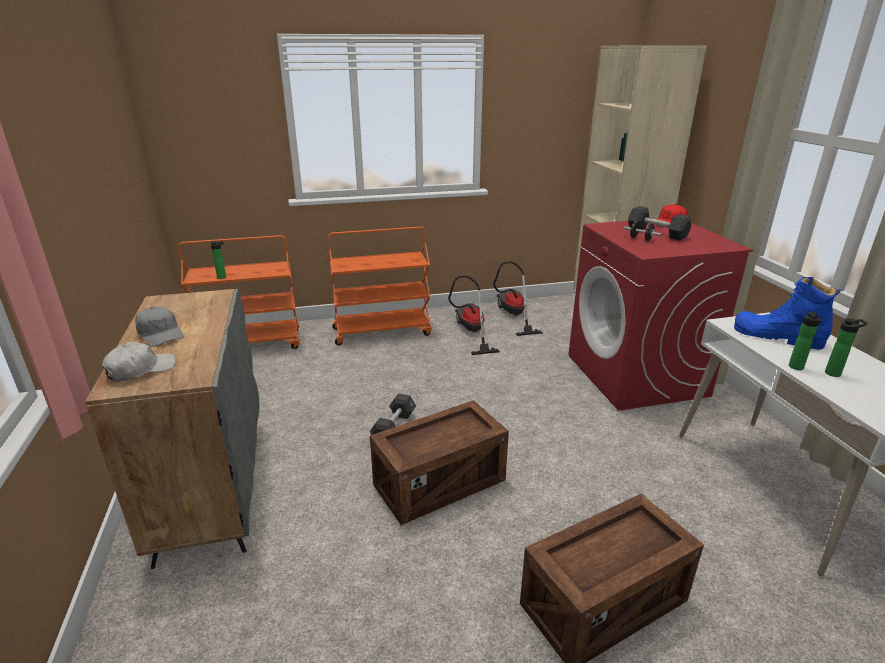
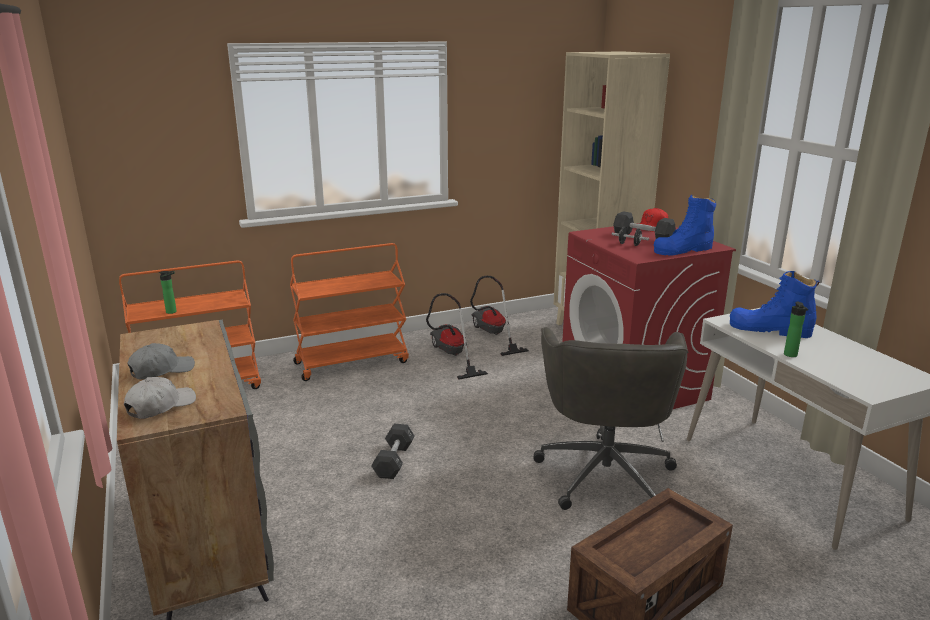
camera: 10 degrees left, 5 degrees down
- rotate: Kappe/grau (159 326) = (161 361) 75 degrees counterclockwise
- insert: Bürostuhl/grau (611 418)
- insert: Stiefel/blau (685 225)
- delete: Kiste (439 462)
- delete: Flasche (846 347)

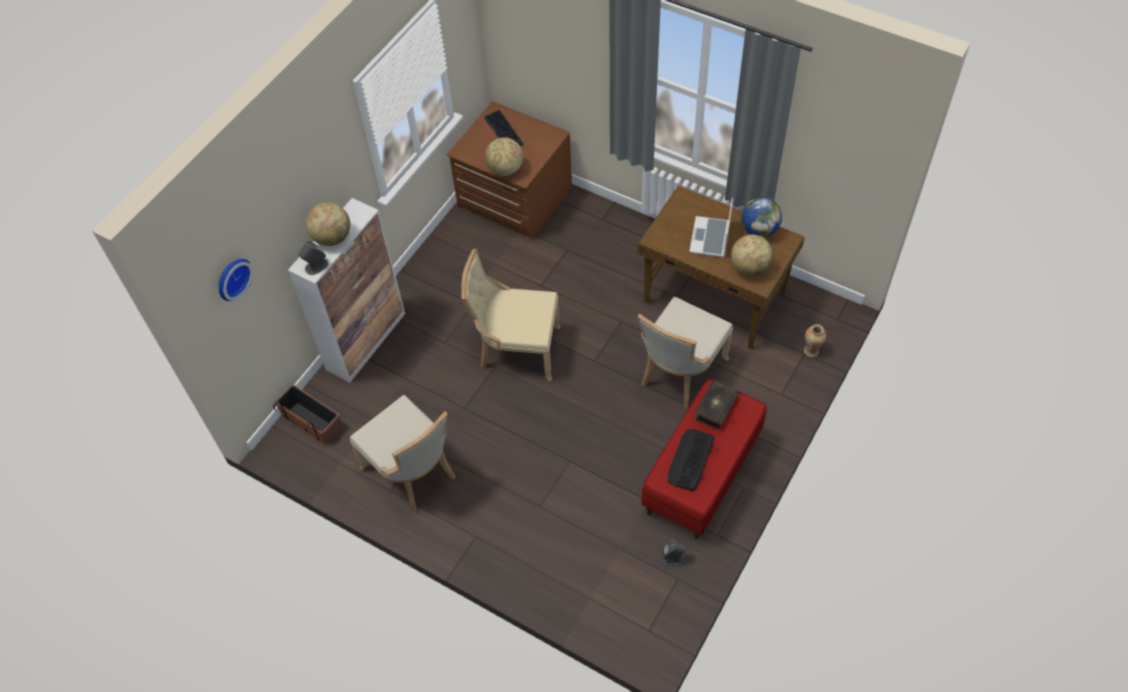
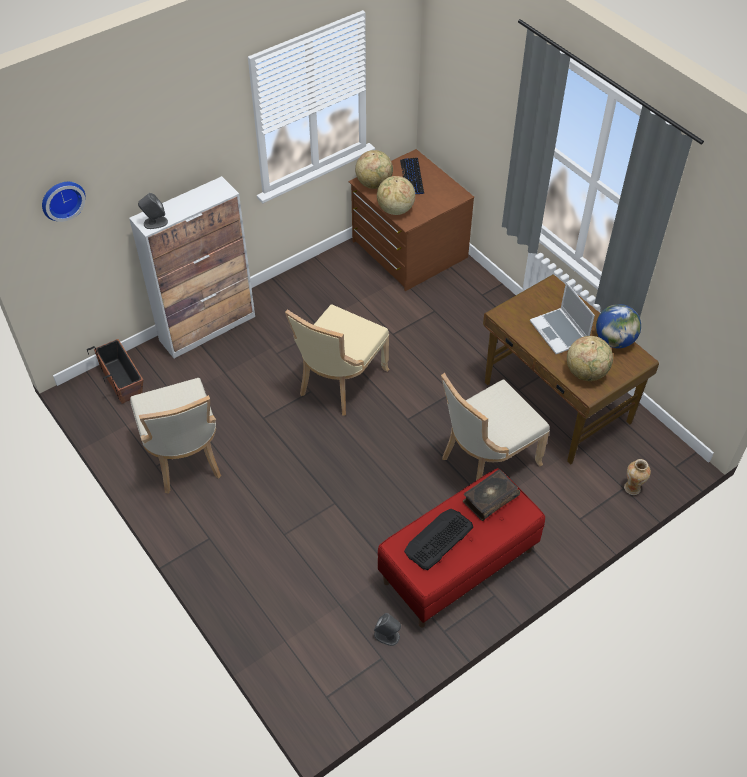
camera: 20 degrees right, 5 degrees down
- rotate: Stuhl/beige (510 315) = (337 360) 90 degrees counterclockwise
- move: Globus (328 224) to (374 169)
- rotate: Laptop (711 227) = (562 318) 60 degrees counterclockwise

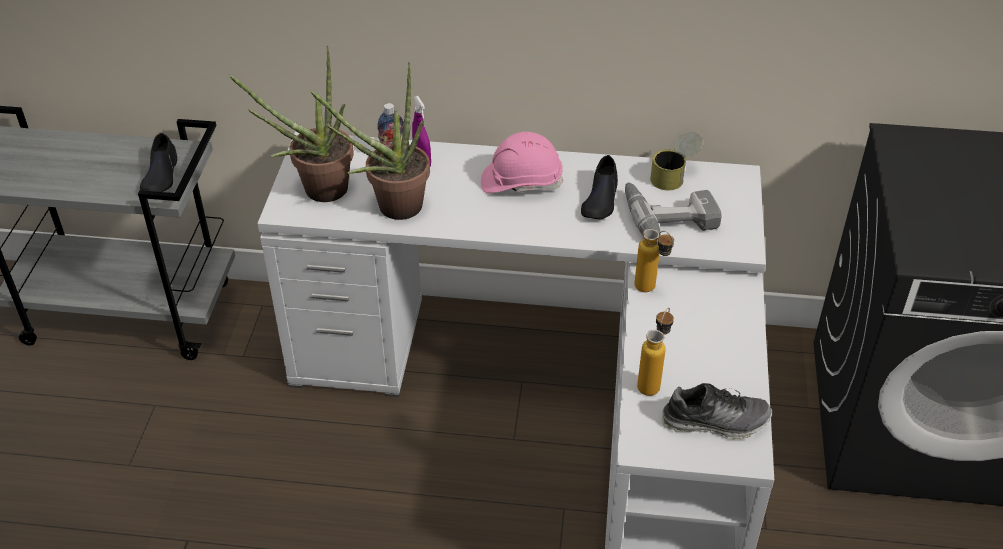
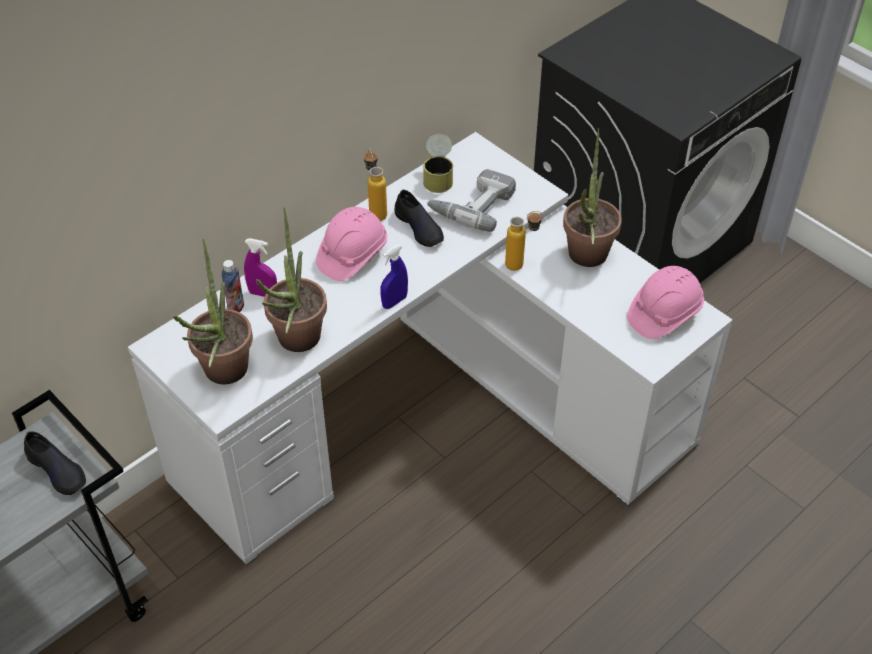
camera: 50 degrees left, 5 degrees up
- move: Flasche (655 352) to (375 184)
- insert: Sprühflasche/blau (394 277)
- insert: Topfpflanze (592 197)
- replace: Schuh (717 411) to Schutzhelm/rosa (665 302)

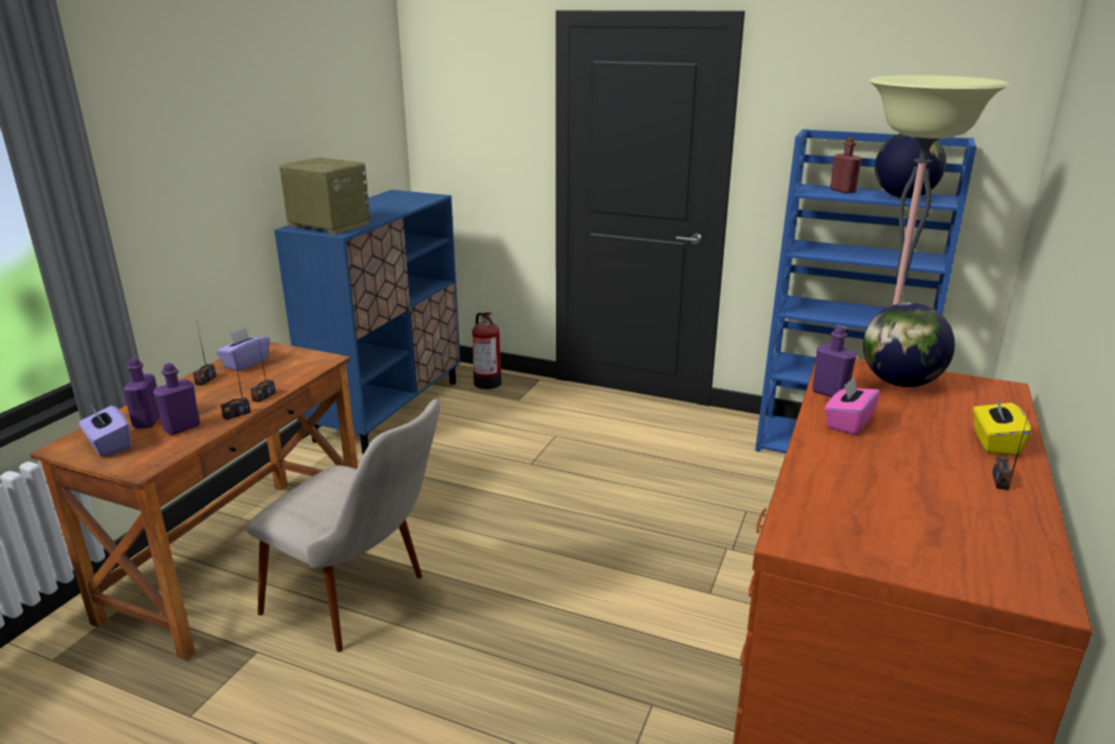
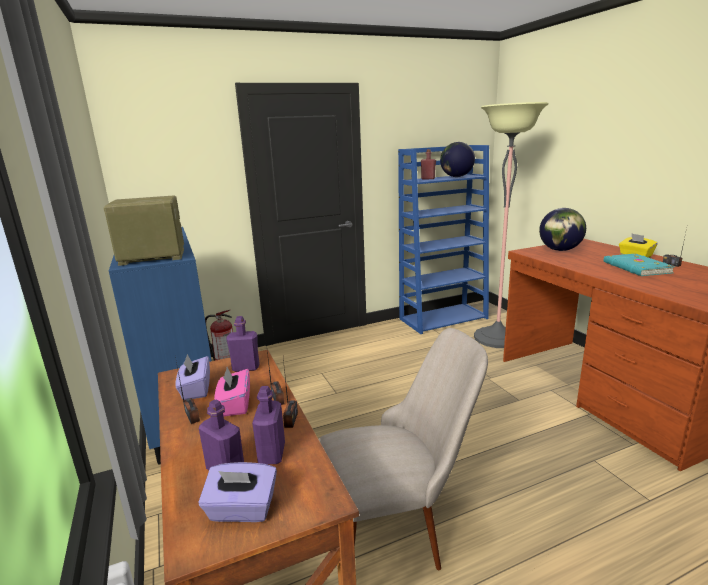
camera: 45 degrees left, 5 degrees down
- move: Taschentuchbox/rosa (852 405) to (232 391)
- move: Flasche/lila (834 361) to (243 344)
- insert: Buch/türkis (639 264)

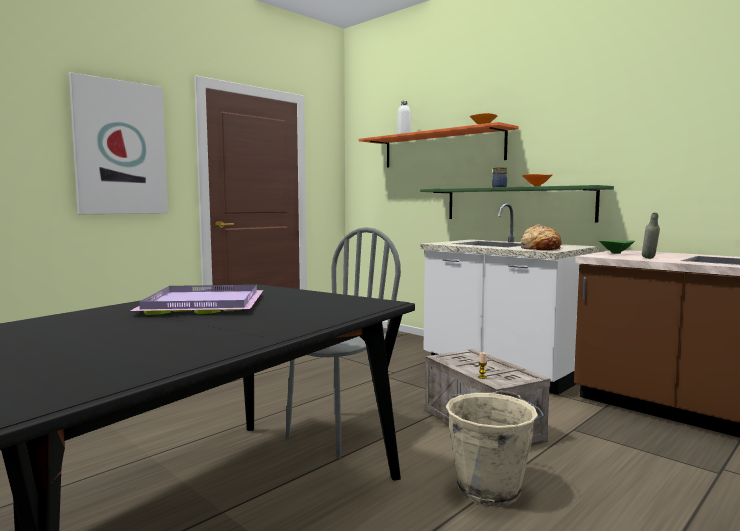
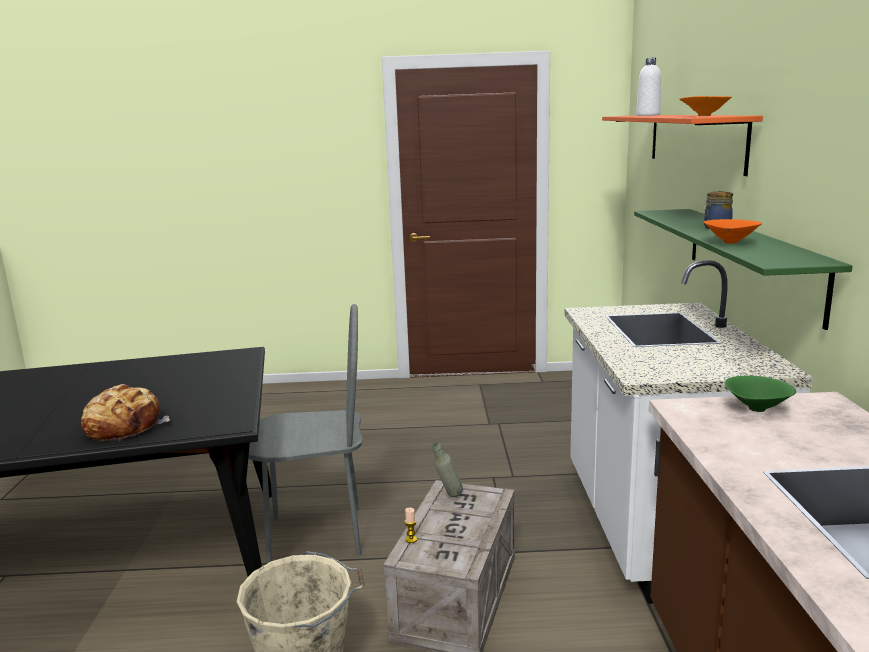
camera: 45 degrees right, 10 degrees up
- move: Brot (541 237) to (126 412)
- move: Flasche/grau (651 236) to (447 469)
- delete: Bild (118 143)
- delete: Tablett/lila (197 300)

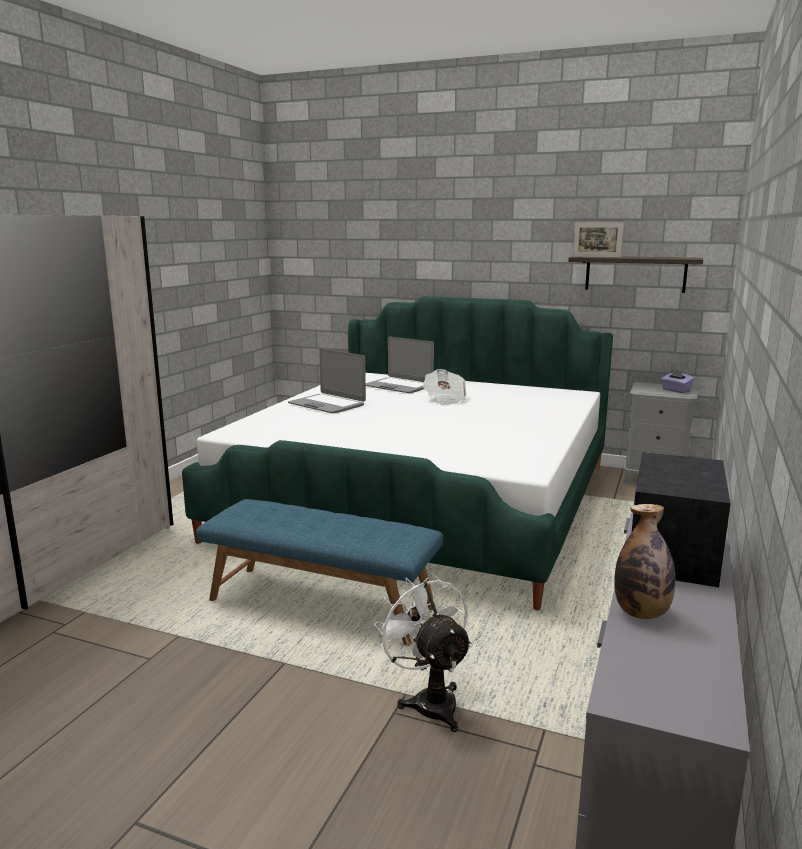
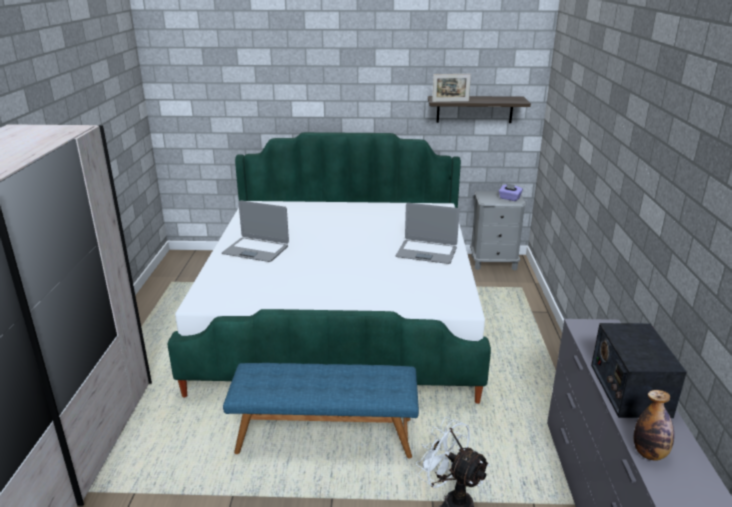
camera: 20 degrees left, 10 degrees up
- move: Laptop (400 365) to (428 233)
- delete: Zeitung (445 387)

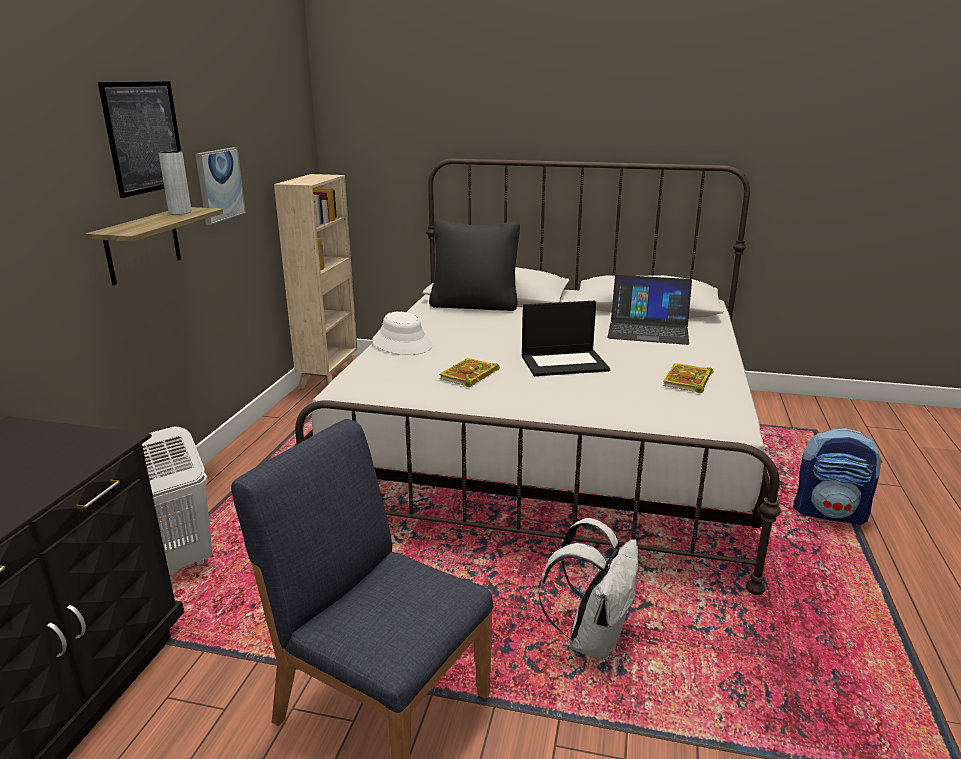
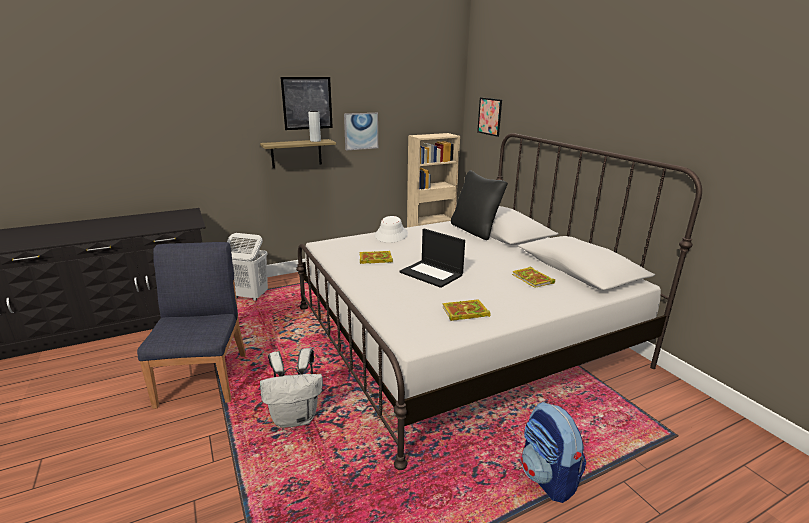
camera: 50 degrees right, 0 degrees up
- insert: Bild (489 117)
- replace: Laptop (649 310) to Buch (533 277)

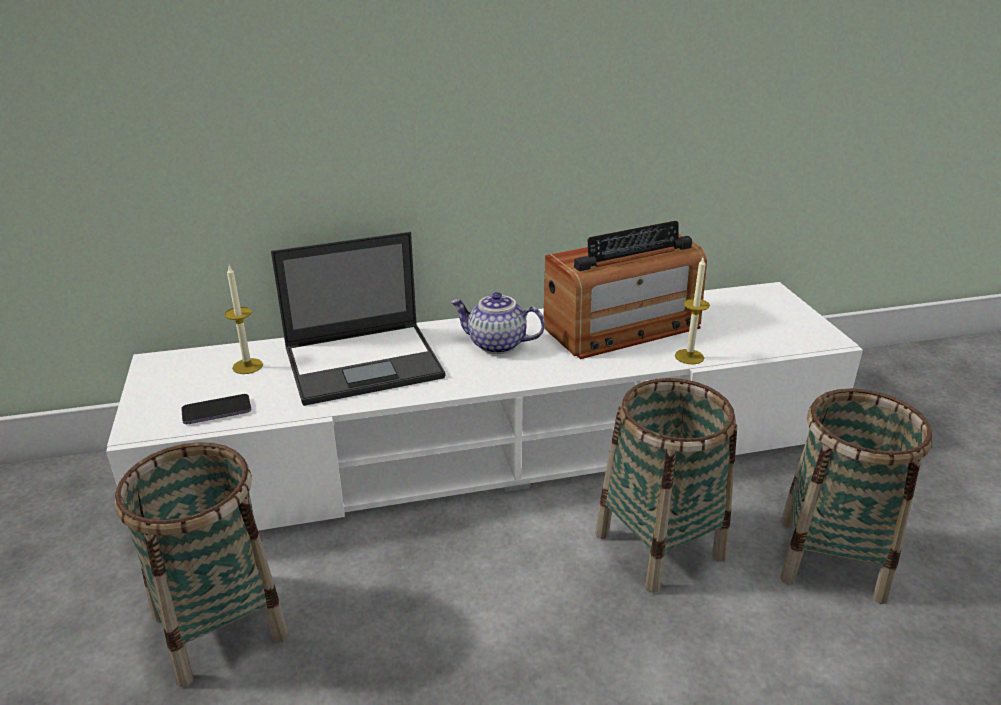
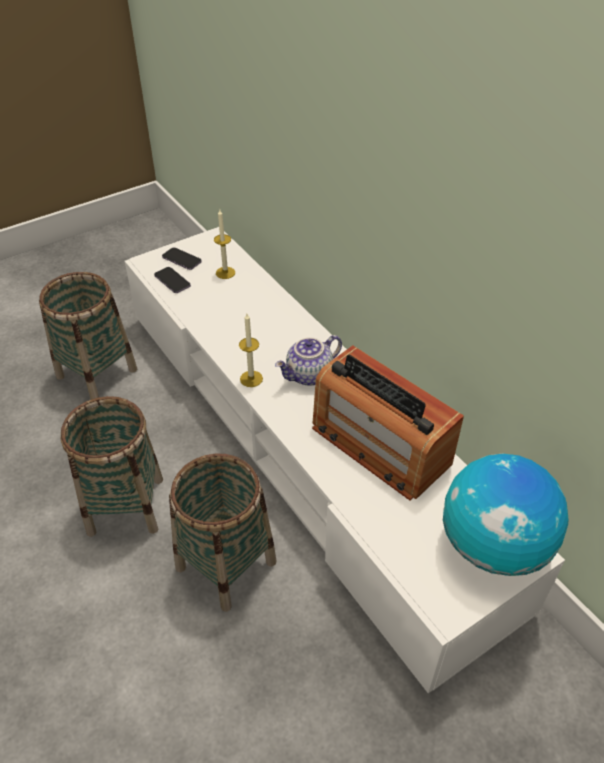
camera: 70 degrees right, 15 degrees up
- move: Korb (856 496) to (112 466)
- insert: Handy (182 258)
- move: Kerze (692 311) to (251 350)
- rotate: Teekanne (497 323) = (308 360) 120 degrees counterclockwise
- insert: Globus (505 515)
- delete: Laptop (358 319)

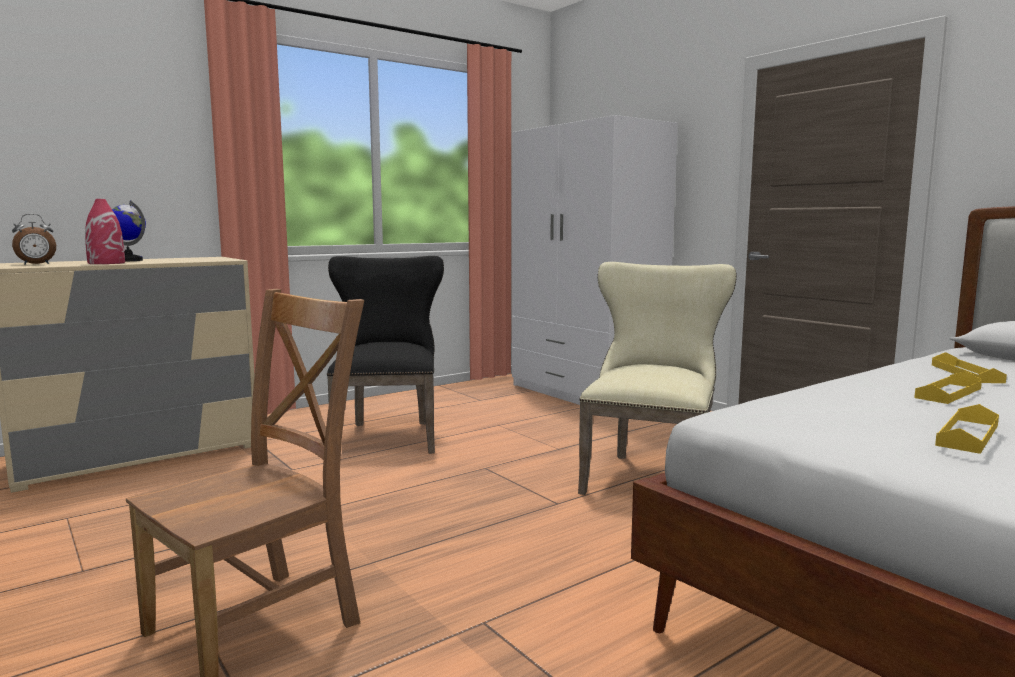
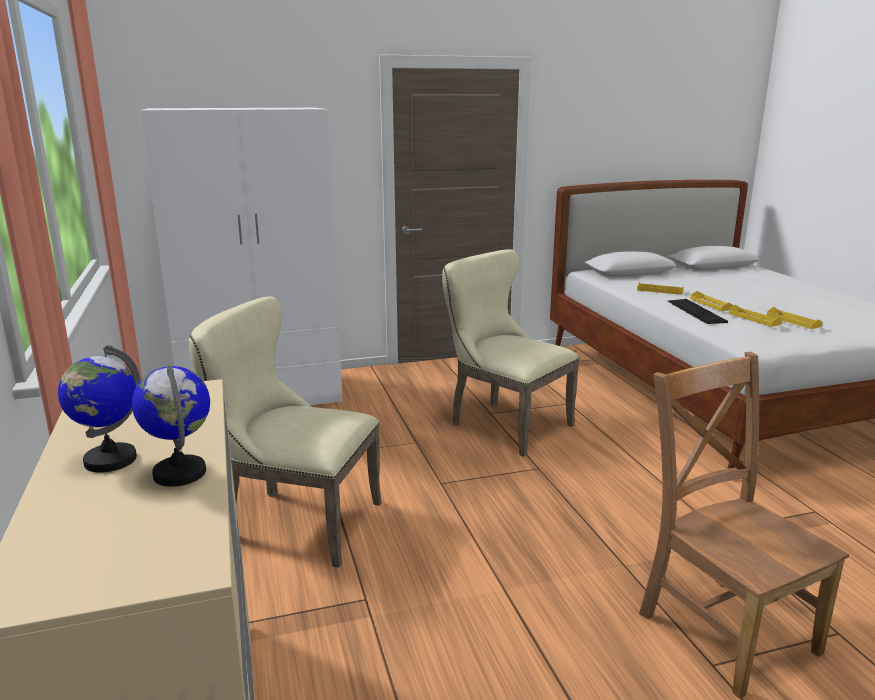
camera: 70 degrees left, 10 degrees up
- replace: Vase/rot (105 231) to Globus (171 426)
- recolor: Stuhl/schwarz (385 355) to Stuhl/beige (285 432)
- insert: Tastatur (698 311)
- insert: Tablett/gelb (756 316)
- delete: Wecker (34 239)

